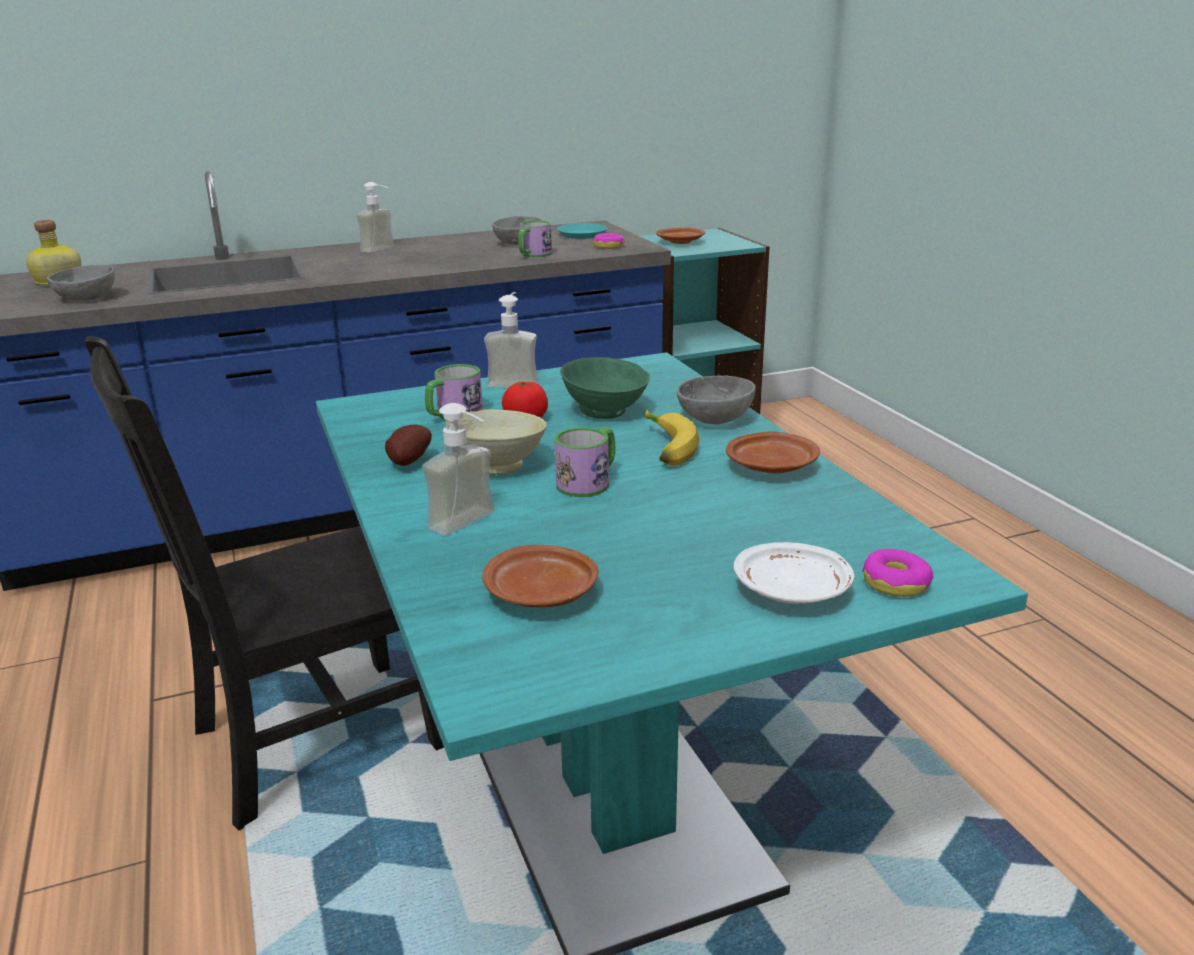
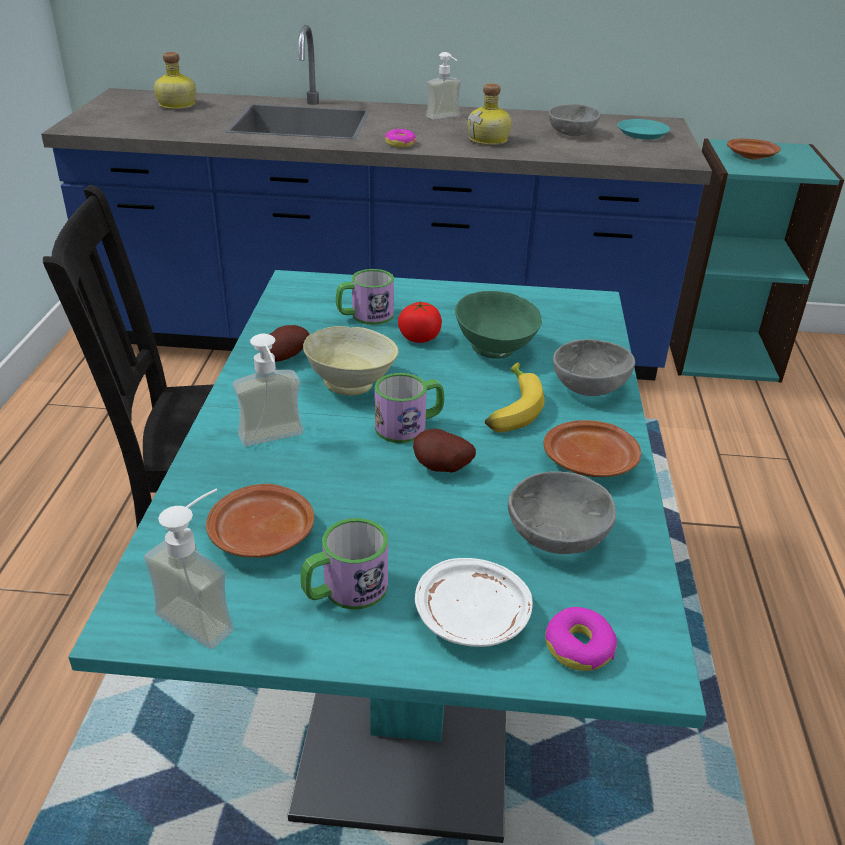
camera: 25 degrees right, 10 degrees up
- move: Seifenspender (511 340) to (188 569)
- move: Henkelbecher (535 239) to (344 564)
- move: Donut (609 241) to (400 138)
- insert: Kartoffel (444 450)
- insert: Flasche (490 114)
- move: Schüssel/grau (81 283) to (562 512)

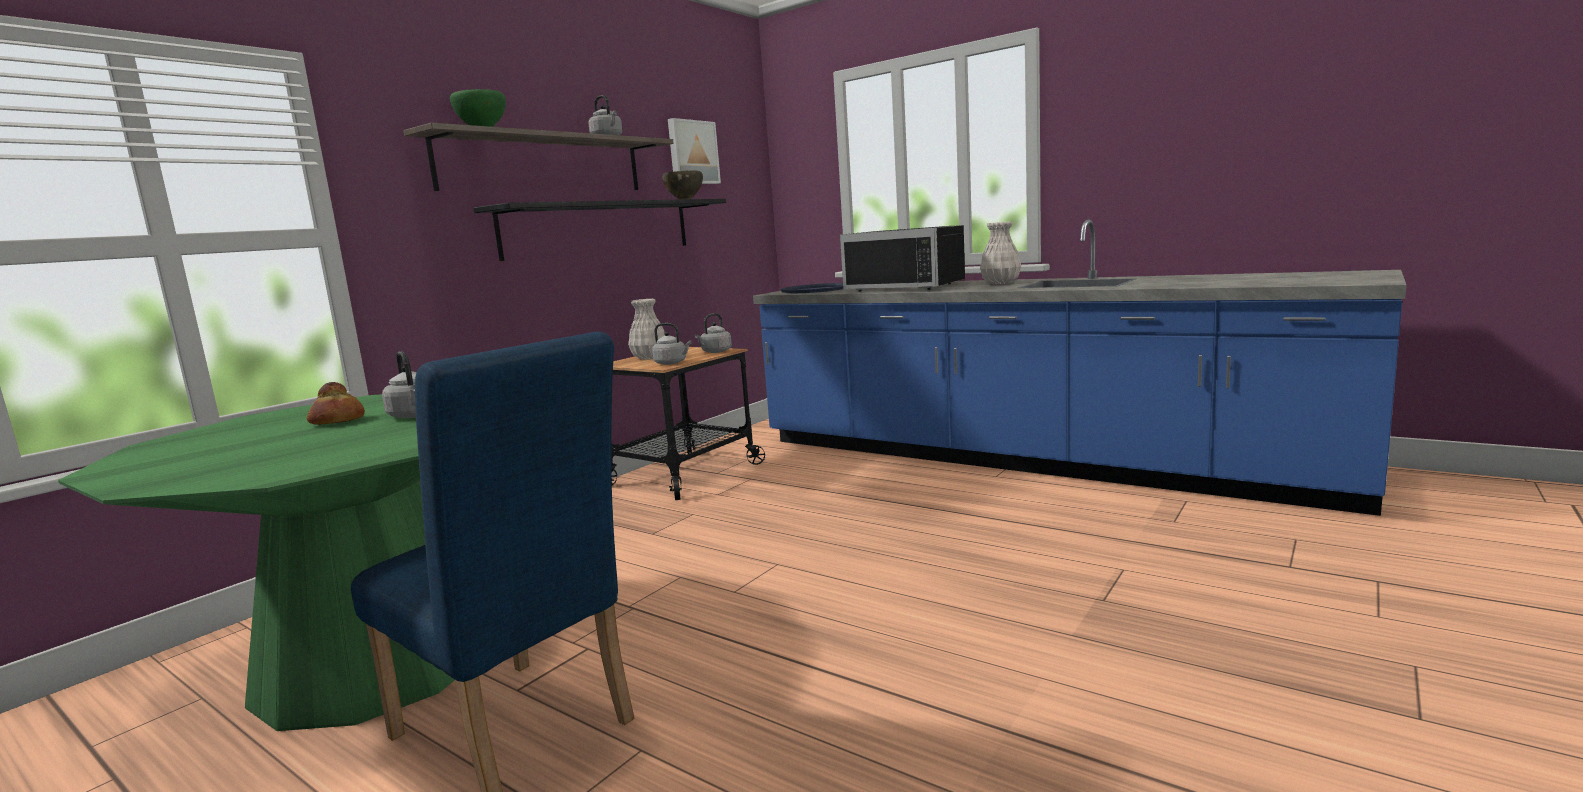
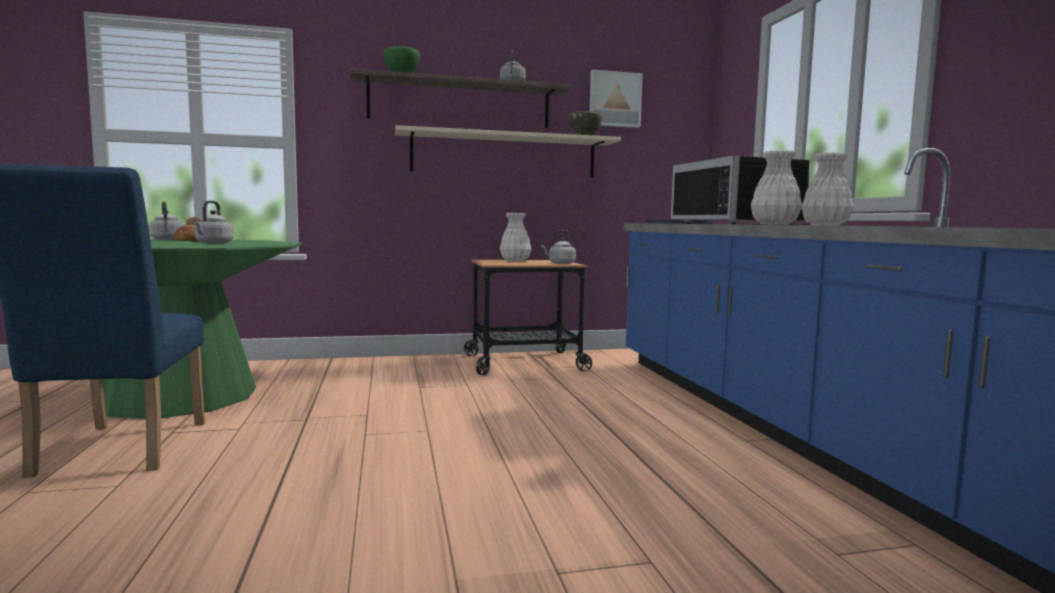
camera: 40 degrees right, 5 degrees down
- move: Wasserkessel/grau (671 344) to (166 220)
- recolor: Wandregal/schwarz (600 230) to Wandregal/beige (508 151)
- insert: Vase/weiß (776 187)

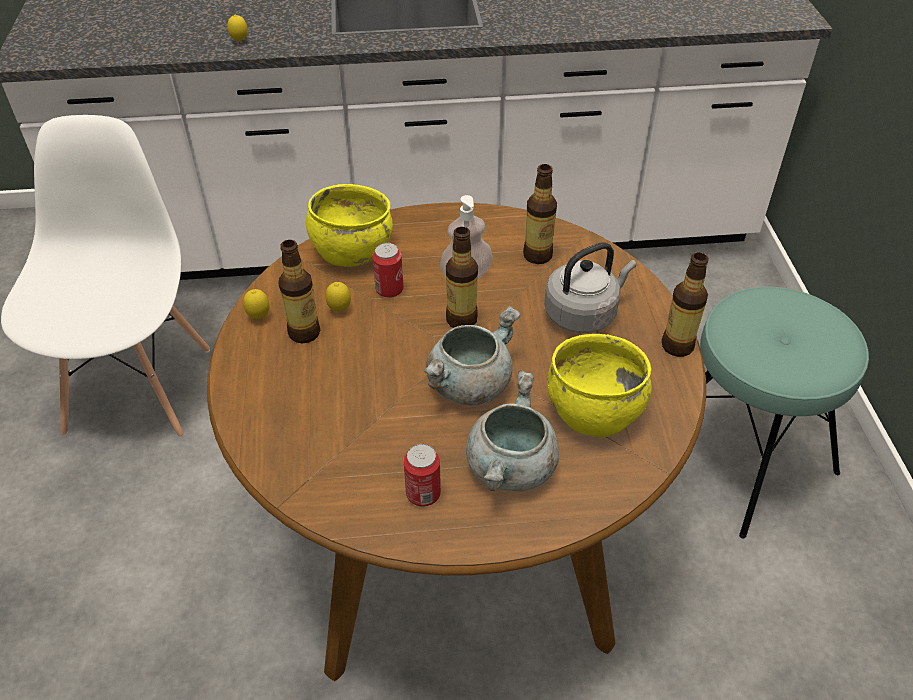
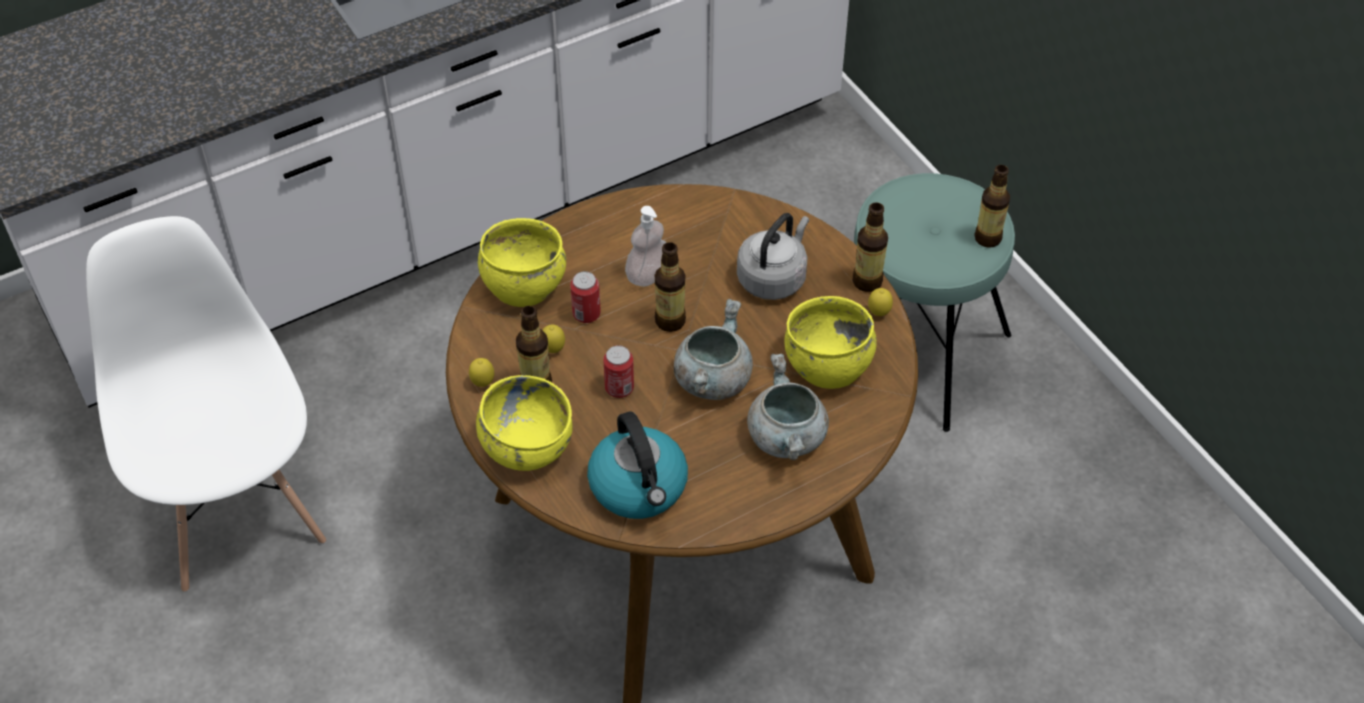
camera: 25 degrees left, 5 degrees up
- insert: Schüssel/gelb (524 423)
- insert: Wasserkessel (637 465)
- move: Dose (422 475) to (618 371)
- move: Zitrone (237 28) to (880 302)
- move: Flasche (540 214) to (992 206)

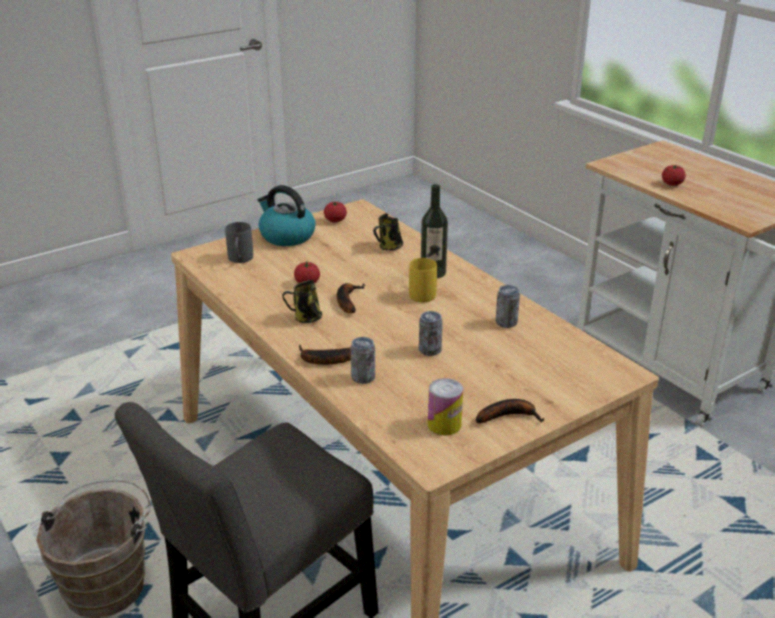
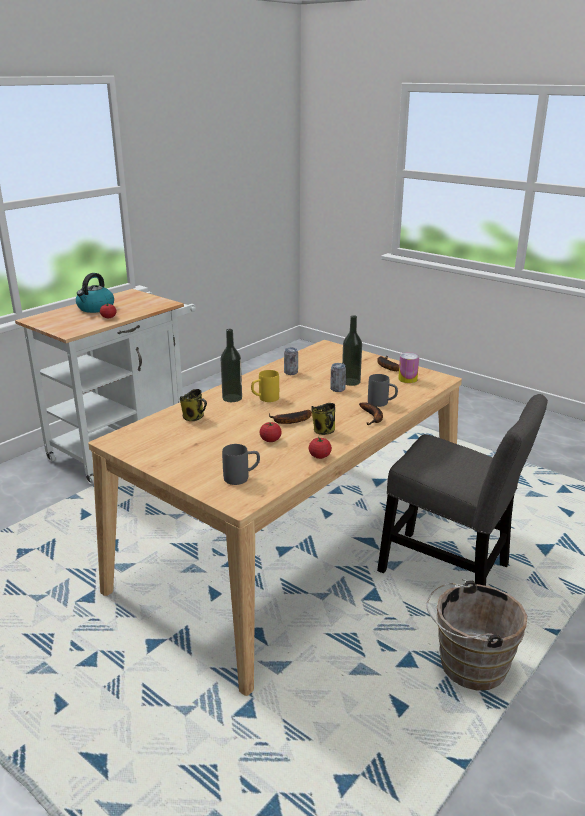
camera: 105 degrees left, 5 degrees down
- move: Wasserkessel (287 215) to (95 293)
- move: Tomate (335 211) to (320 448)
- insert: Flasche (352 350)
- replace: Dose (363 360) to Henkelbecher/grau (383 390)

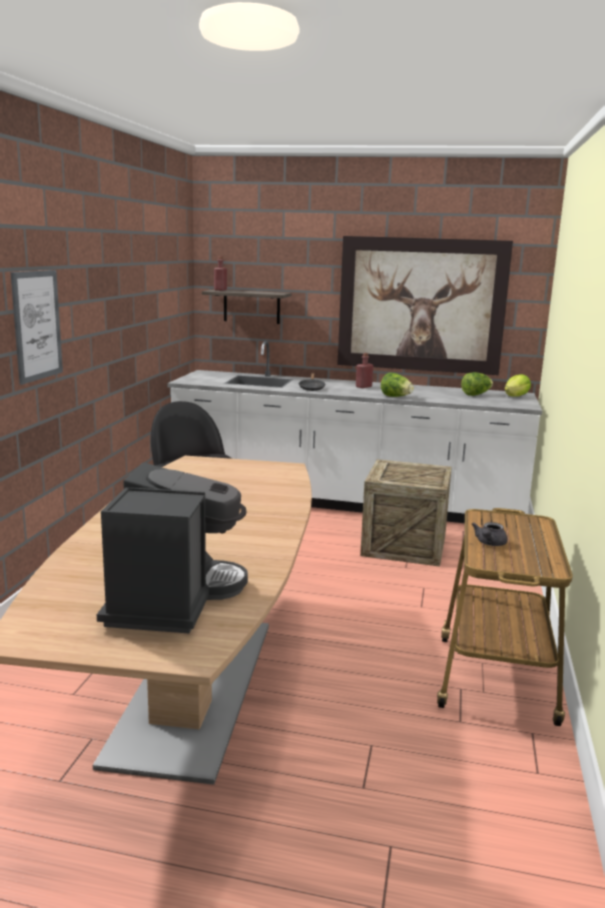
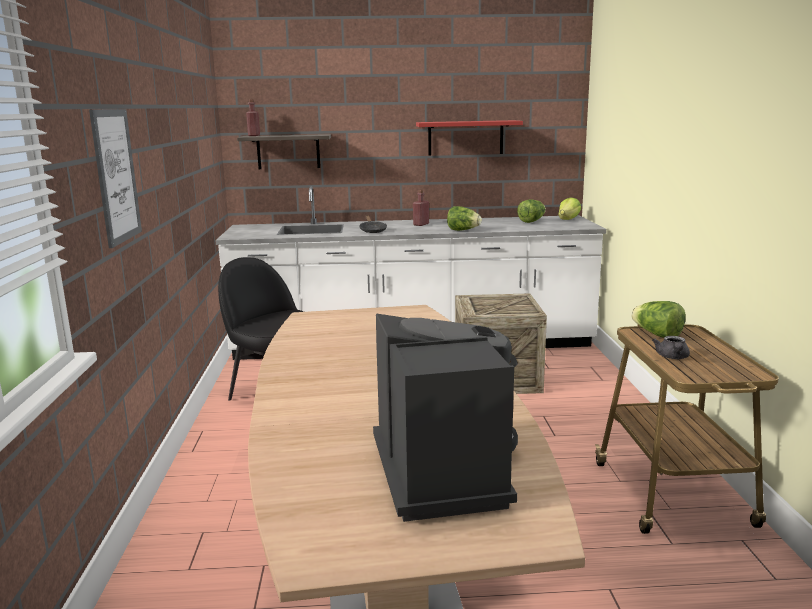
camera: 15 degrees left, 0 degrees up
- replace: Bild (425 305) to Wandregal/rot (469 138)
- insert: Salatkopf (658 319)

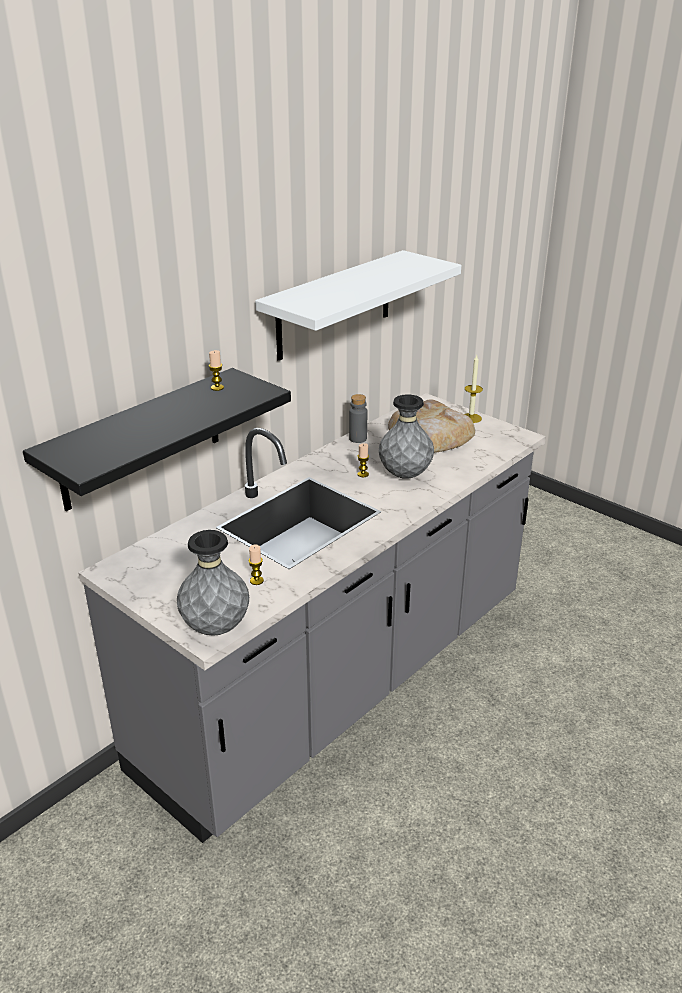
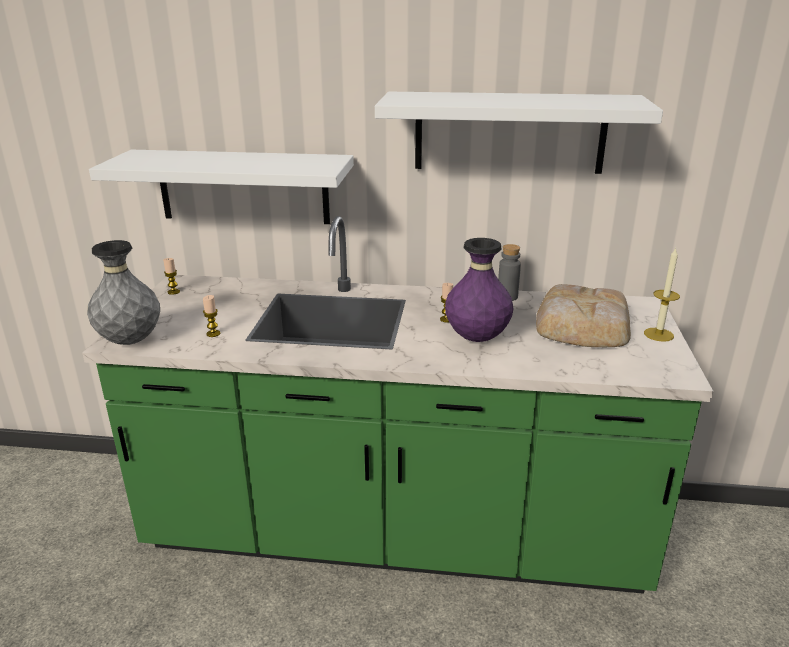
camera: 55 degrees right, 5 degrees down
- recolor: Küchenzeile/grau (312 618) to Küchenzeile/grün (398 405)
- recolor: Wandregal/schwarz (157 439) to Wandregal/weiß (221 187)
- move: Kerze (216 370) to (171 276)
- recolor: Vase/grau (406 436) to Vase/lila (479 290)

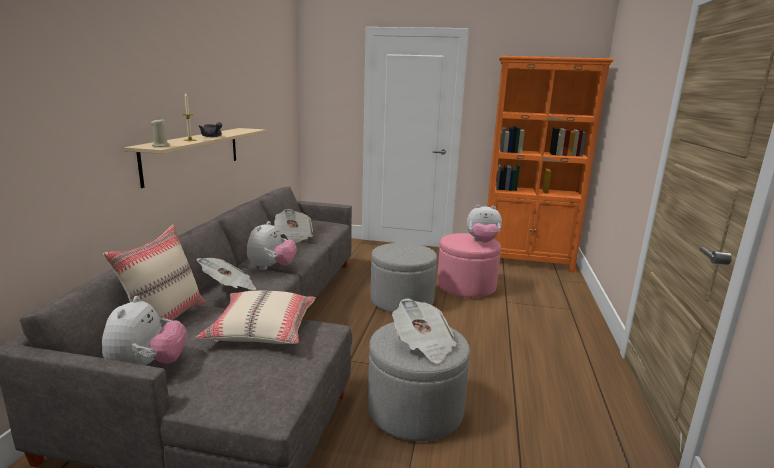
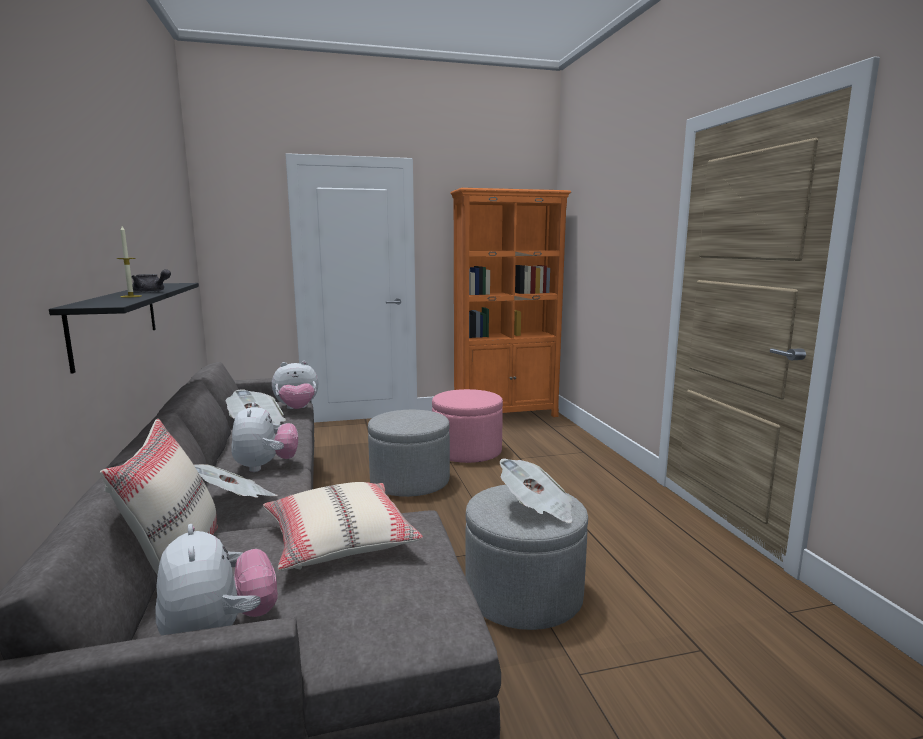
camera: 25 degrees left, 5 degrees down
- recolor: Wandregal/beige (195 158) to Wandregal/schwarz (124 328)
- move: Plüschtier (484 224) to (295 385)
- delete: Kerze/beige (160 133)

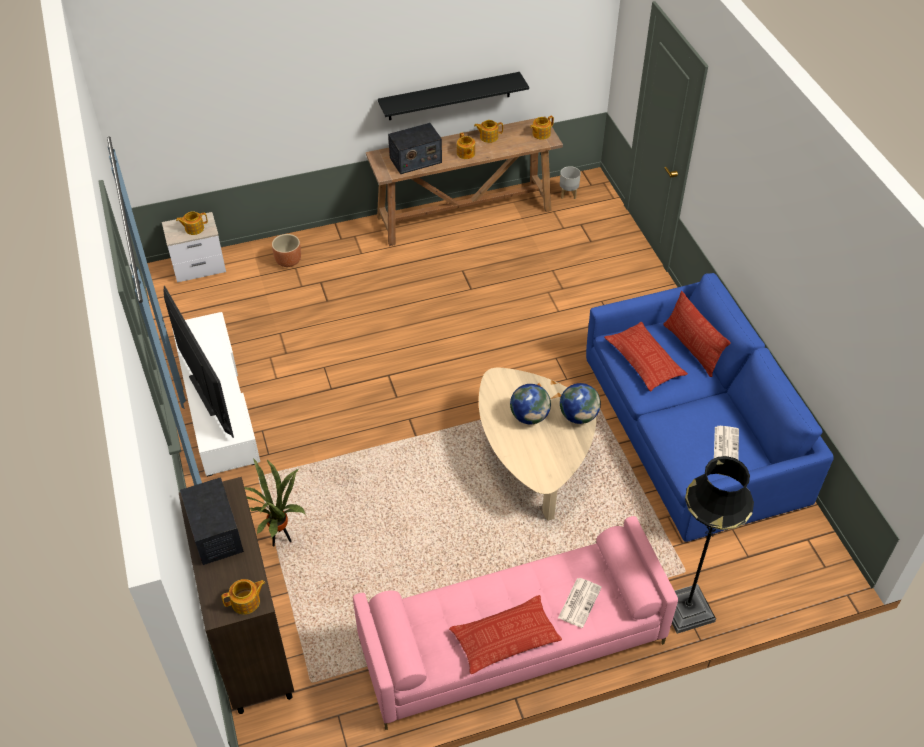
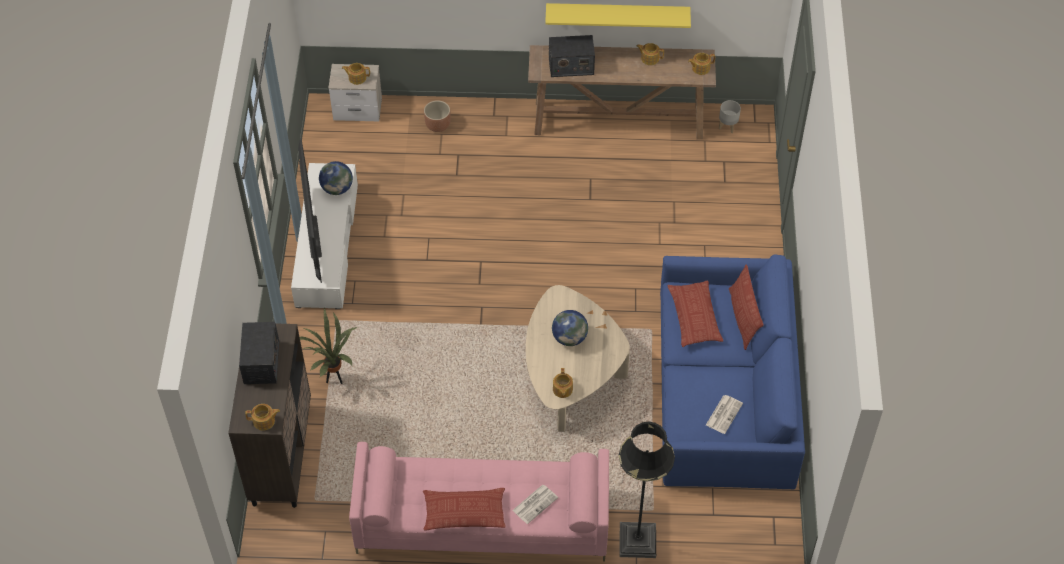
camera: 20 degrees right, 5 degrees up
- move: Globus (580 403) to (336 178)
- recolor: Wandregal/schwarz (453 96) to Wandregal/gelb (618 15)
- move: Teekanne (466 145) to (563 383)

